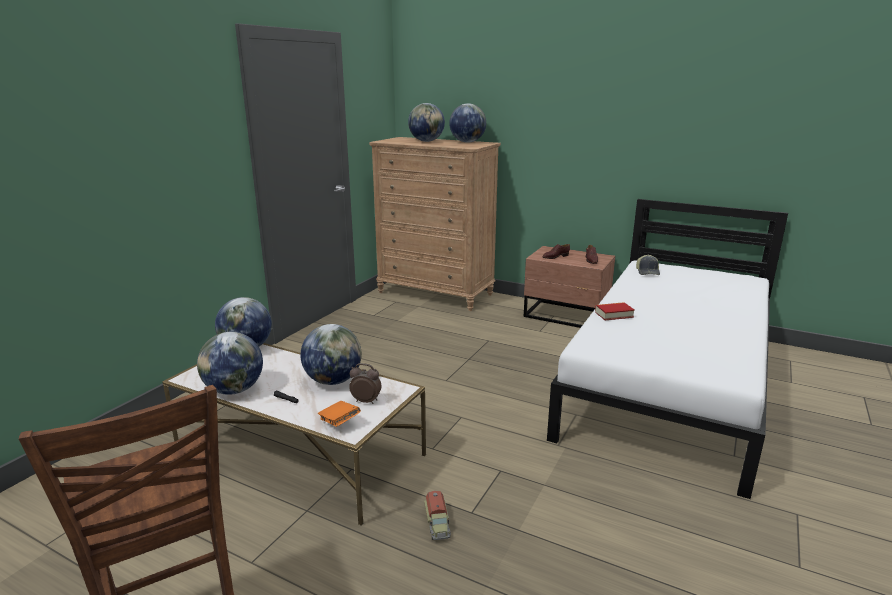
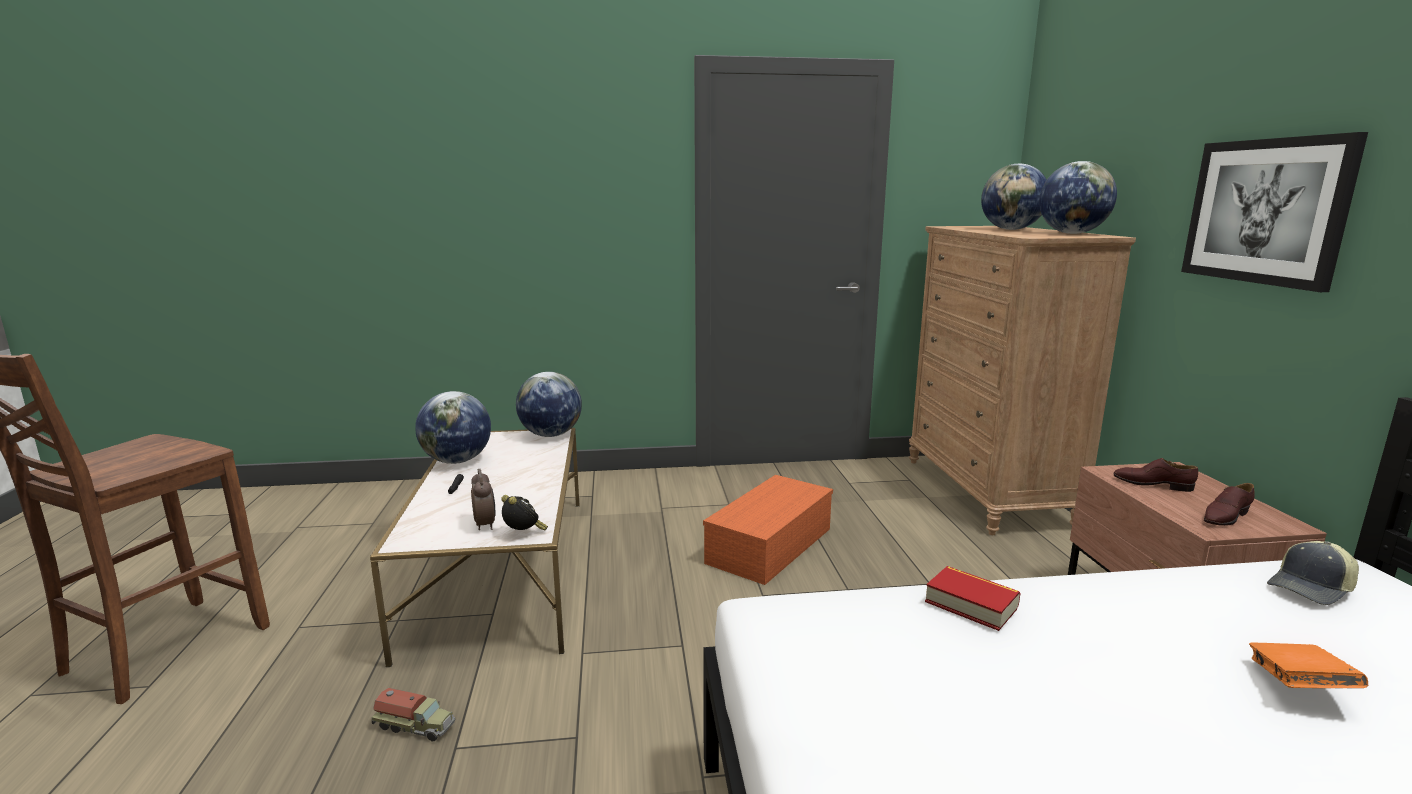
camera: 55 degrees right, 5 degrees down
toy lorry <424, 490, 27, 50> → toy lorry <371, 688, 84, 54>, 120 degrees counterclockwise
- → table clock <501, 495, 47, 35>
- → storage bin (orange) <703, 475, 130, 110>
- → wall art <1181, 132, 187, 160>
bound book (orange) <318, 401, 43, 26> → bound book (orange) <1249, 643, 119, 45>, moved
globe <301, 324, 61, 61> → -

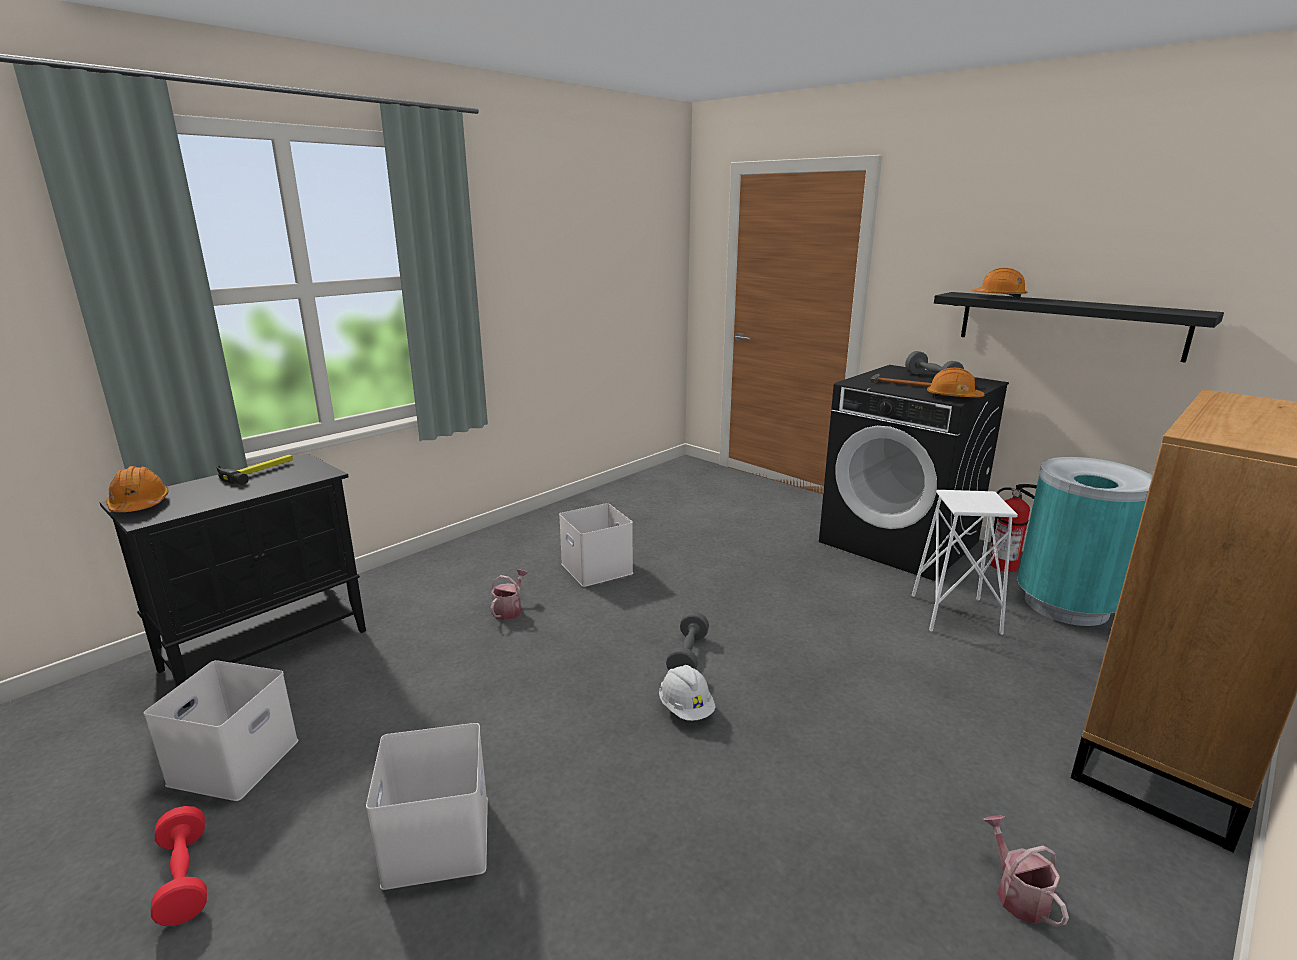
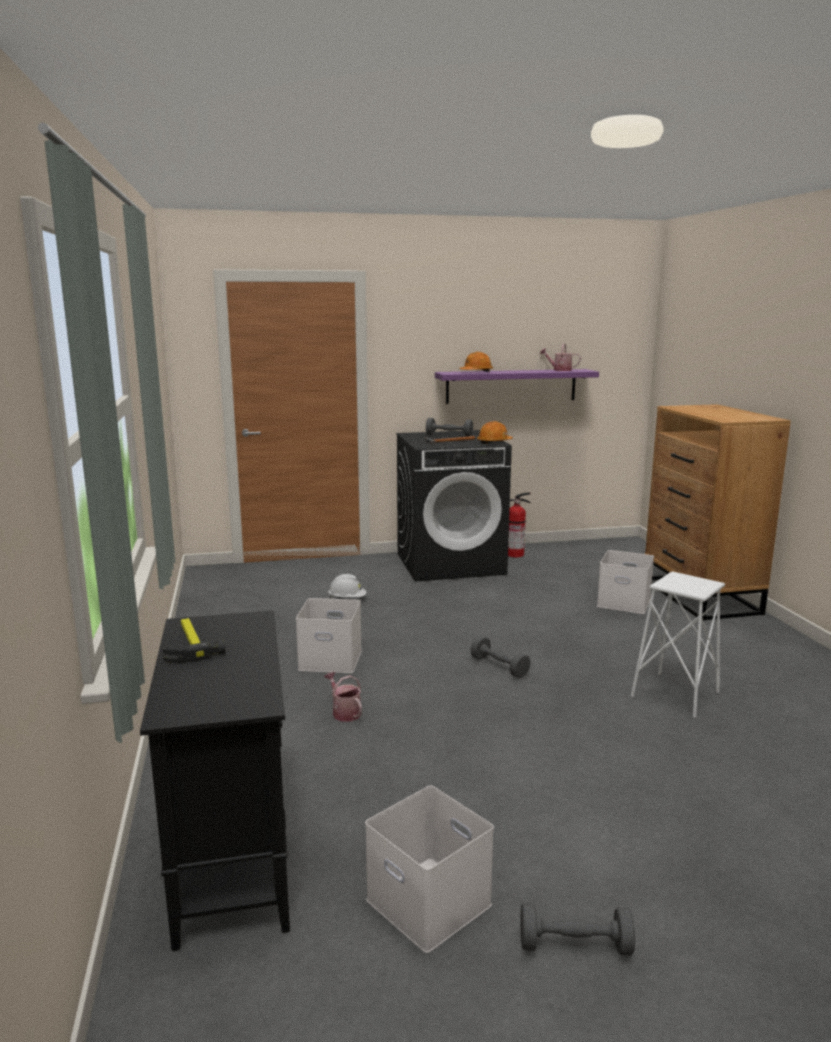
camera: 55 degrees left, 5 degrees down
hard hat (white) <659, 665, 57, 56> → hard hat (white) <327, 574, 39, 25>, moved
wall shelf (black) <934, 292, 290, 71> → wall shelf (purplish) <435, 369, 164, 35>
dumbbell (red) <151, 806, 56, 120> → dumbbell (greyish) <520, 903, 115, 53>
sprinkling can <983, 815, 86, 112> → sprinkling can <539, 343, 42, 28>, moved
storage bin (white) <366, 723, 122, 167> → storage bin (white) <597, 550, 57, 64>, moved
stool (white) <912, 490, 106, 145> → stool (white) <631, 571, 94, 147>, moved
hard hat (orange) <106, 466, 63, 46> → -
trash can (turquoise-coloured) <1017, 457, 135, 169> → -

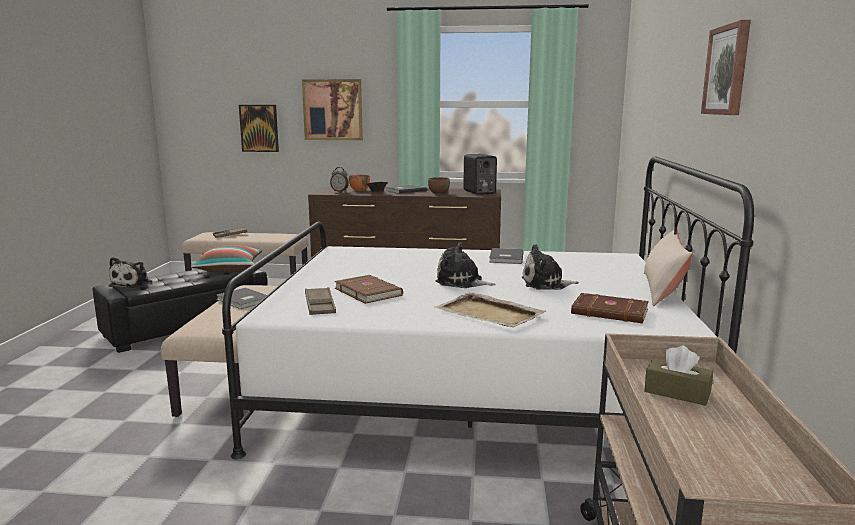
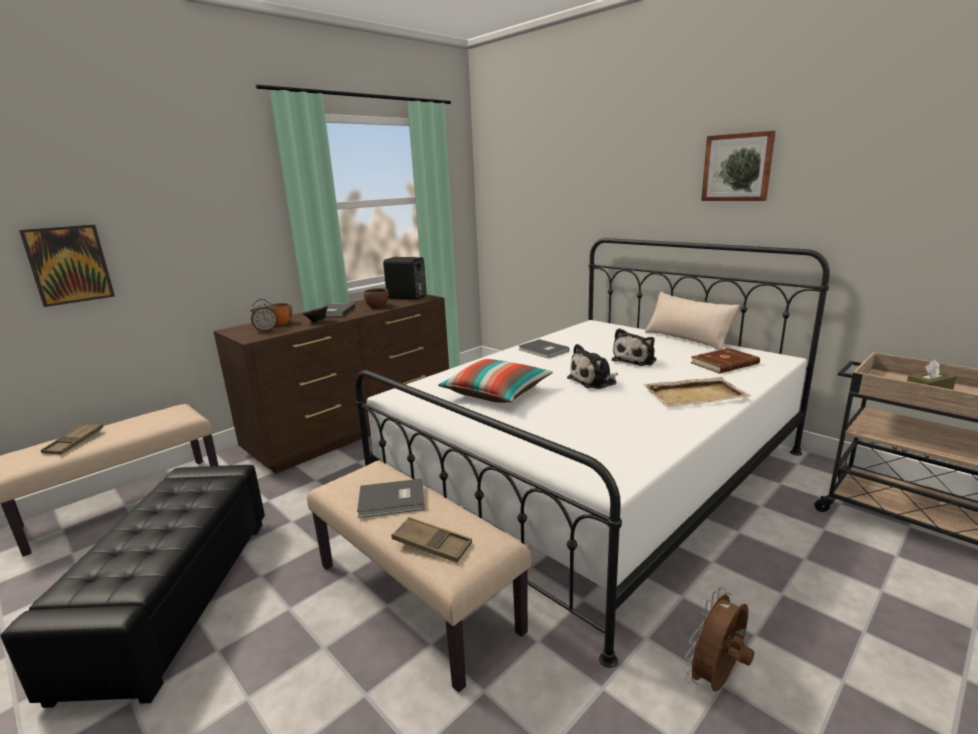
camera: 50 degrees left, 5 degrees up
tray (brownish) <305, 287, 31, 28> → tray (brownish) <392, 517, 80, 46>, moved
cushion <191, 245, 71, 28> → cushion <438, 359, 115, 44>, moved
- → electric fan (brownish) <684, 587, 70, 105>
plush toy <109, 257, 43, 31> → -
wall art <302, 79, 61, 61> → -
bound book (brownish) <334, 275, 69, 29> → -

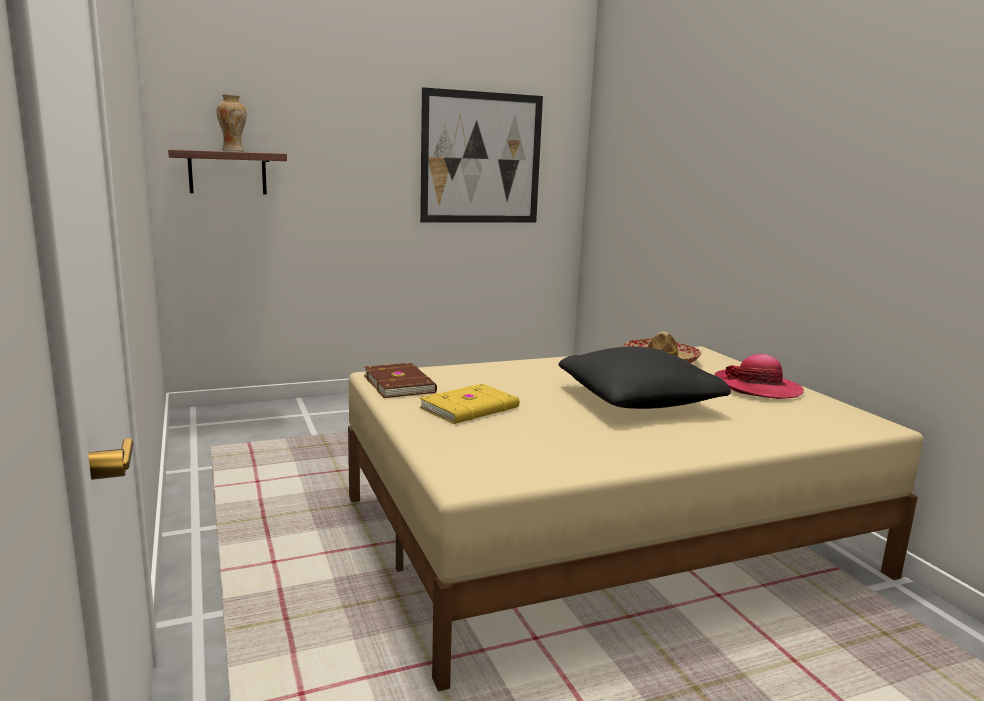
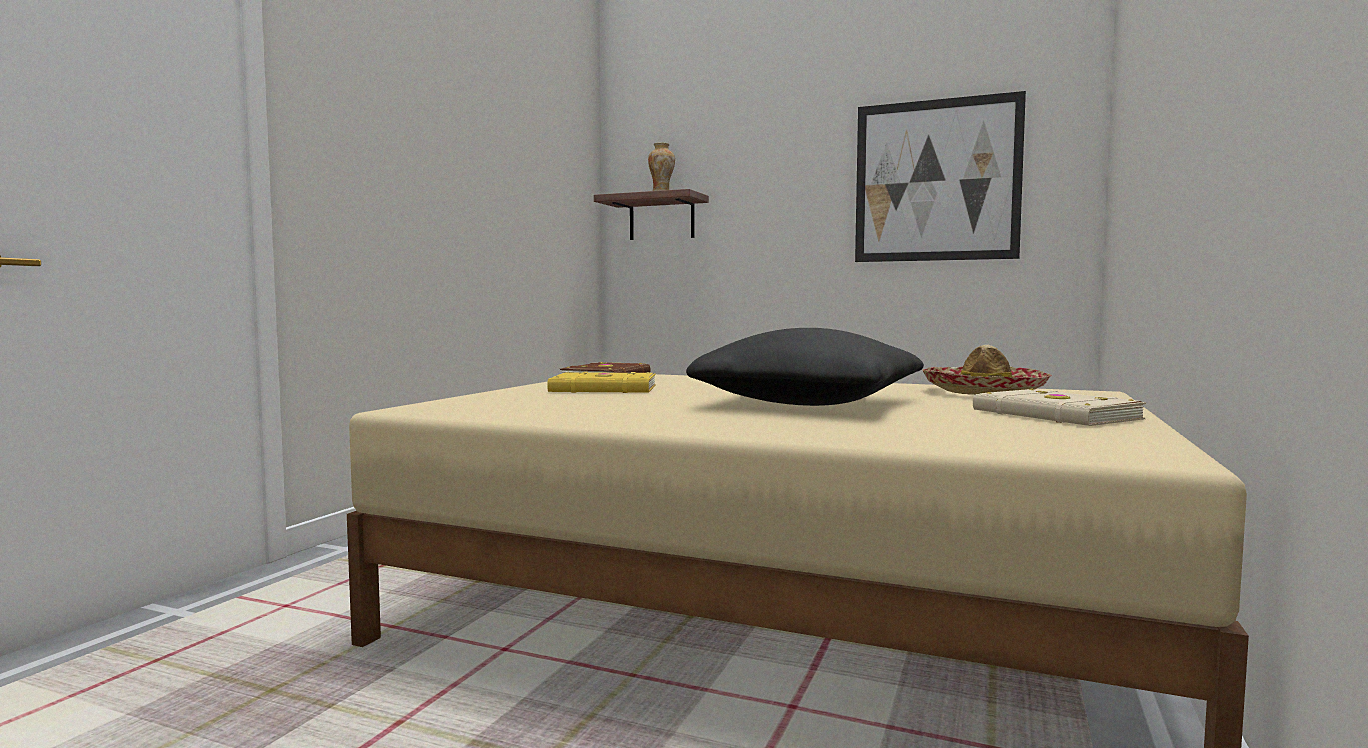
camera: 45 degrees right, 10 degrees down
clothing hat <714, 354, 90, 45> → bound book (sand-coloured) <973, 388, 173, 38>

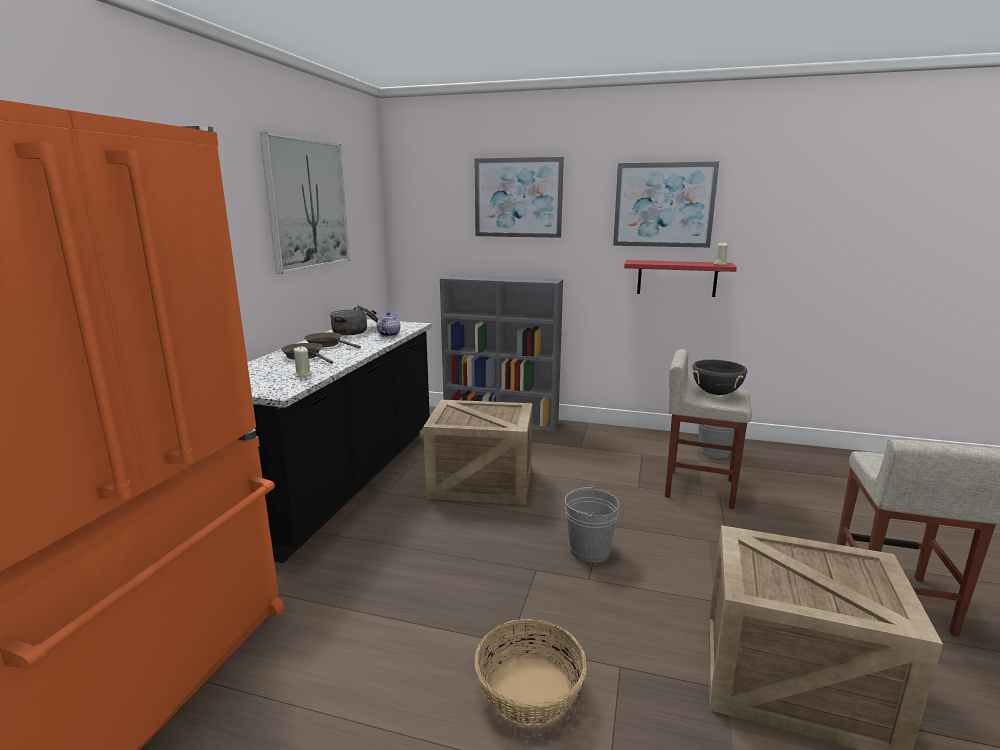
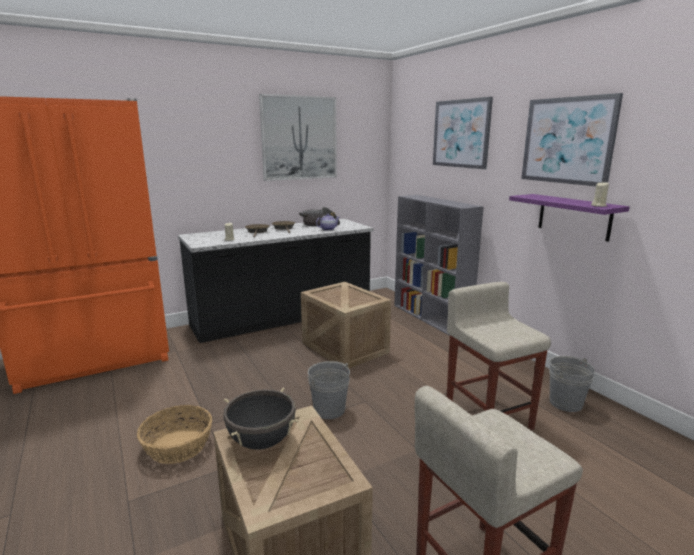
camera: 45 degrees right, 0 degrees up
cooking pot (black) <692, 359, 55, 36> → cooking pot (black) <223, 388, 75, 62>, moved
wall shelf (red) <624, 260, 113, 37> → wall shelf (purplish) <509, 194, 121, 48>

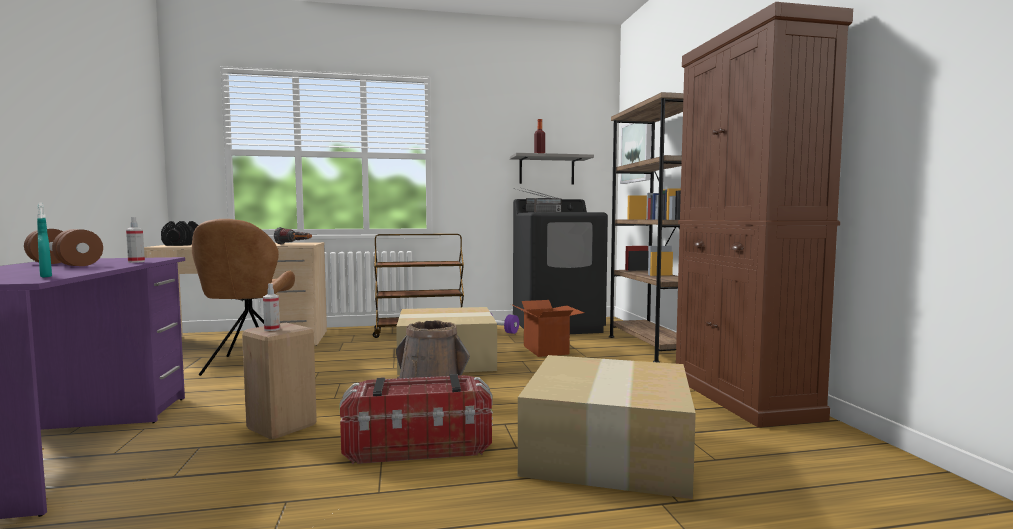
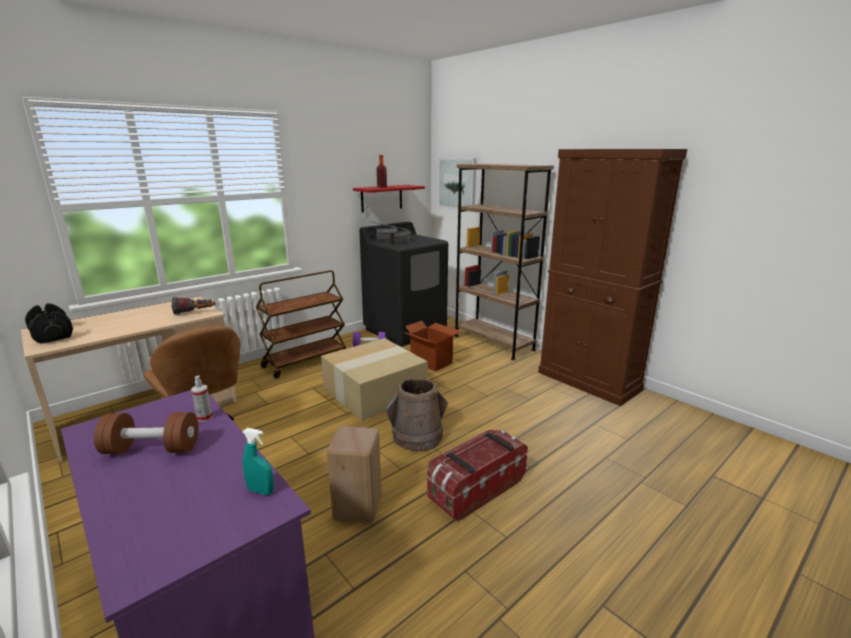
camera: 30 degrees left, 15 degrees up
wall shelf (greyish) <510, 153, 84, 31> → wall shelf (red) <353, 185, 72, 27>
spray bottle <263, 283, 17, 48> → -
cardboard box <518, 355, 178, 144> → -

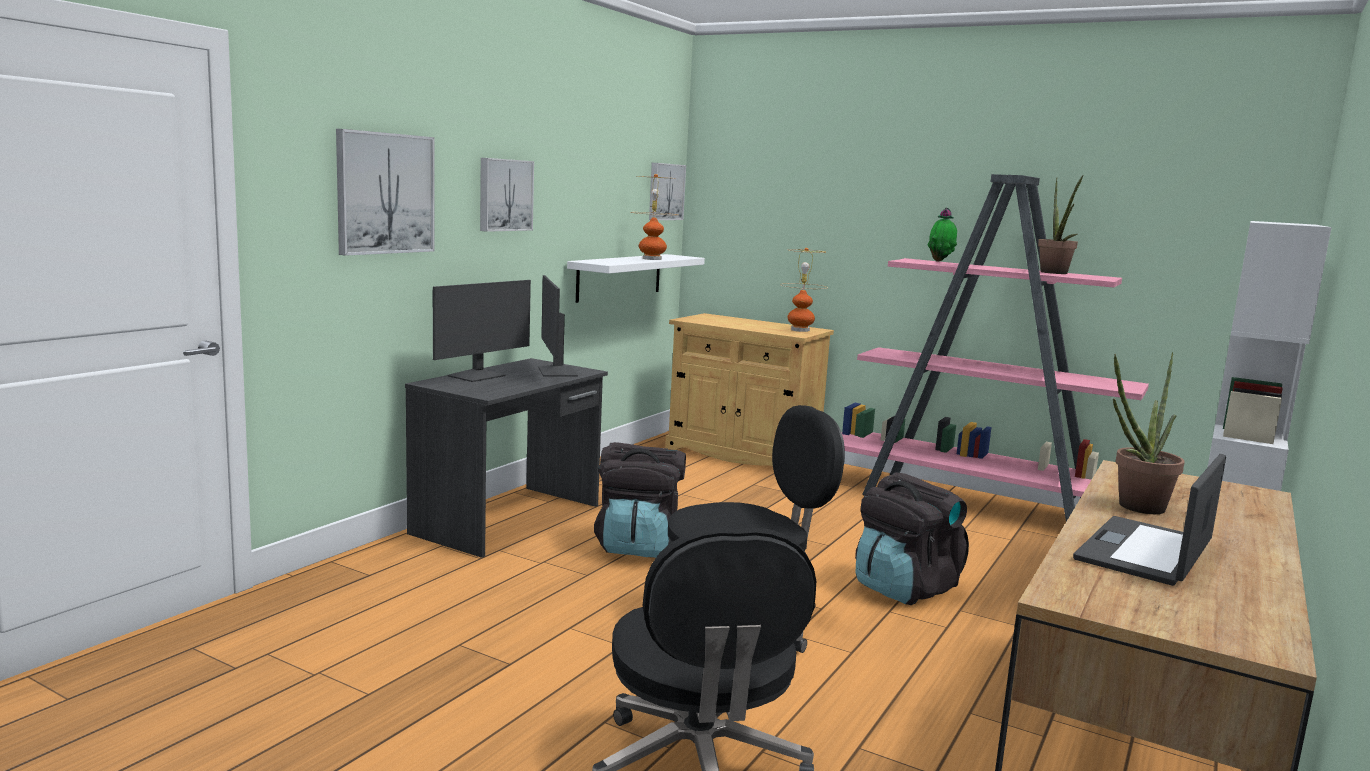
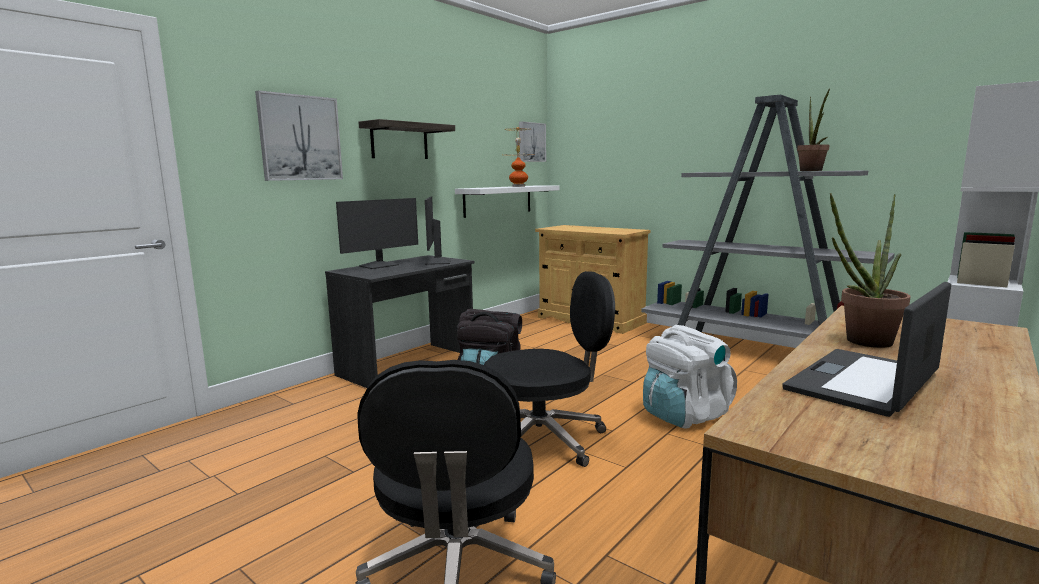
camera: 10 degrees right, 0 degrees up
wall art <480, 158, 54, 74> → wall shelf <358, 119, 97, 40>
shelving unit (pinkish) <841, 174, 308, 348> → shelving unit (greyish) <641, 95, 254, 243>
knapsack (black) <855, 472, 114, 133> → knapsack (white) <643, 325, 94, 104>
tabletop lamp <780, 248, 48, 84> → -
potted plant <928, 207, 29, 55> → -

